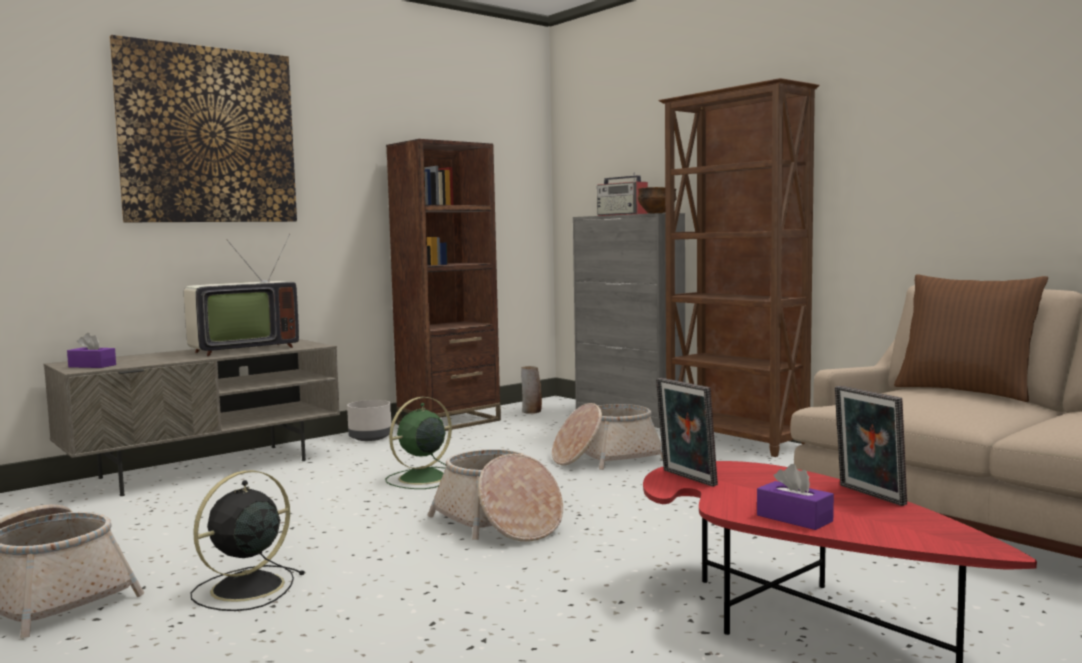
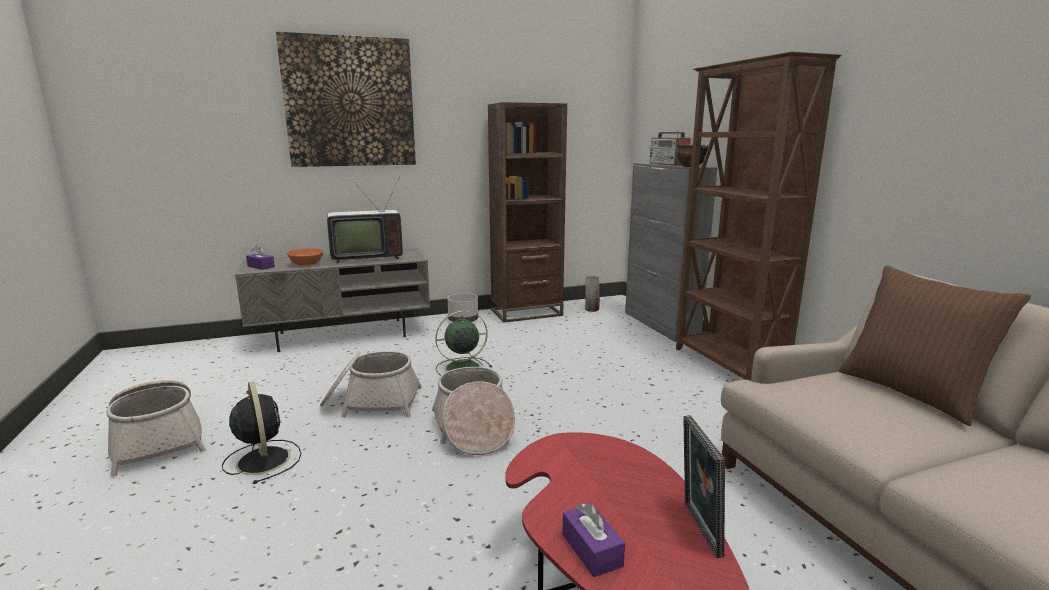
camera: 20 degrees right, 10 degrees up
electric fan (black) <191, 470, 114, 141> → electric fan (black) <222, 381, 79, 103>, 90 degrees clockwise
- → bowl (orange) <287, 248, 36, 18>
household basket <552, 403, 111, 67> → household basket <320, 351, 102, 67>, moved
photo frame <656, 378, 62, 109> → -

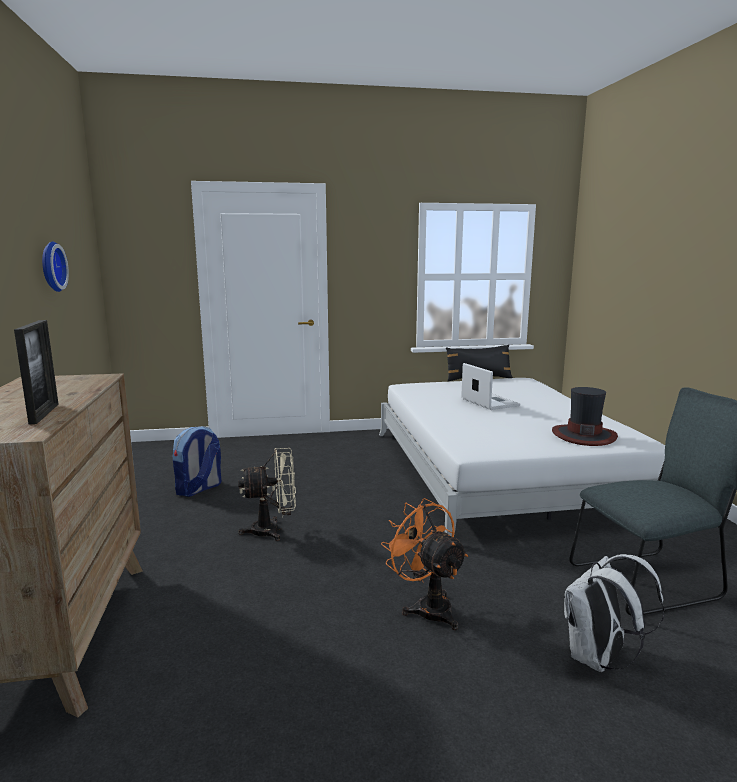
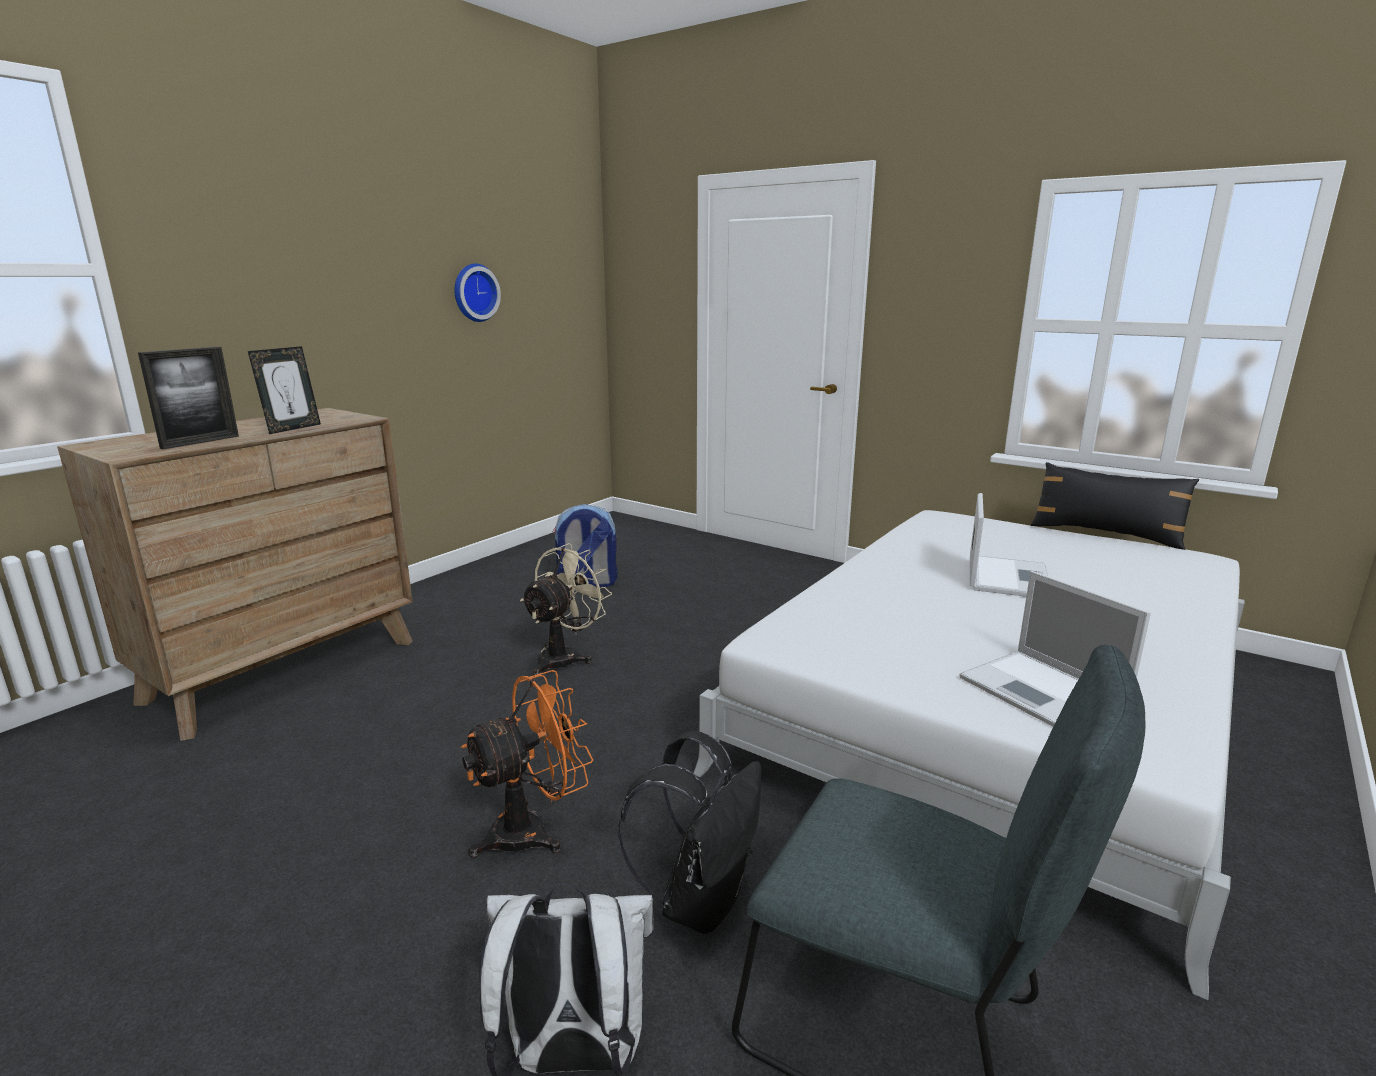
camera: 45 degrees right, 5 degrees up
- → photo frame <248, 346, 73, 88>
electric fan (orange) <381, 498, 87, 132> → electric fan (orange) <461, 670, 132, 188>, 45 degrees clockwise
electric fan (sand-coloured) <238, 448, 58, 93> → electric fan (sand-coloured) <520, 543, 92, 132>, 90 degrees counterclockwise
- → knapsack (black) <618, 731, 143, 203>
clothing hat <552, 387, 66, 59> → notebook computer <960, 571, 191, 155>

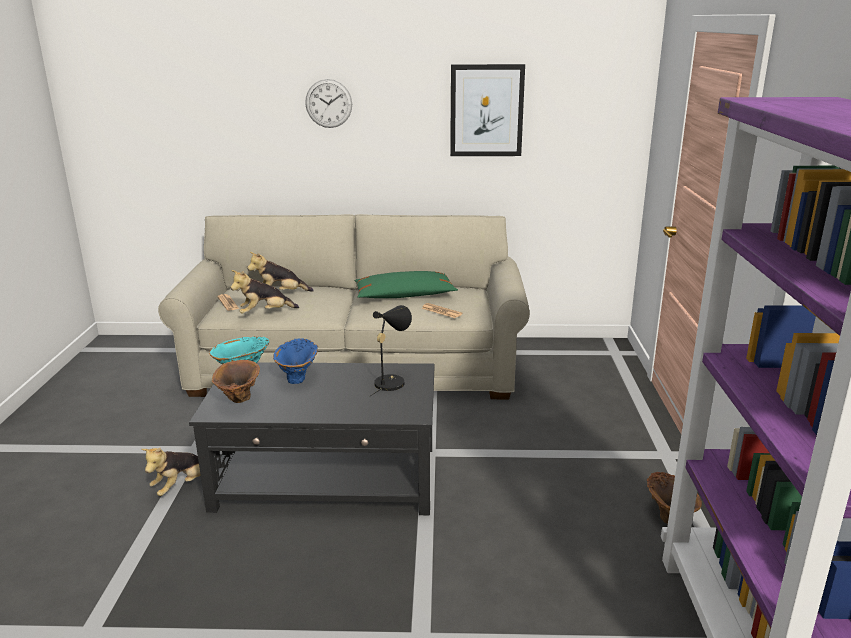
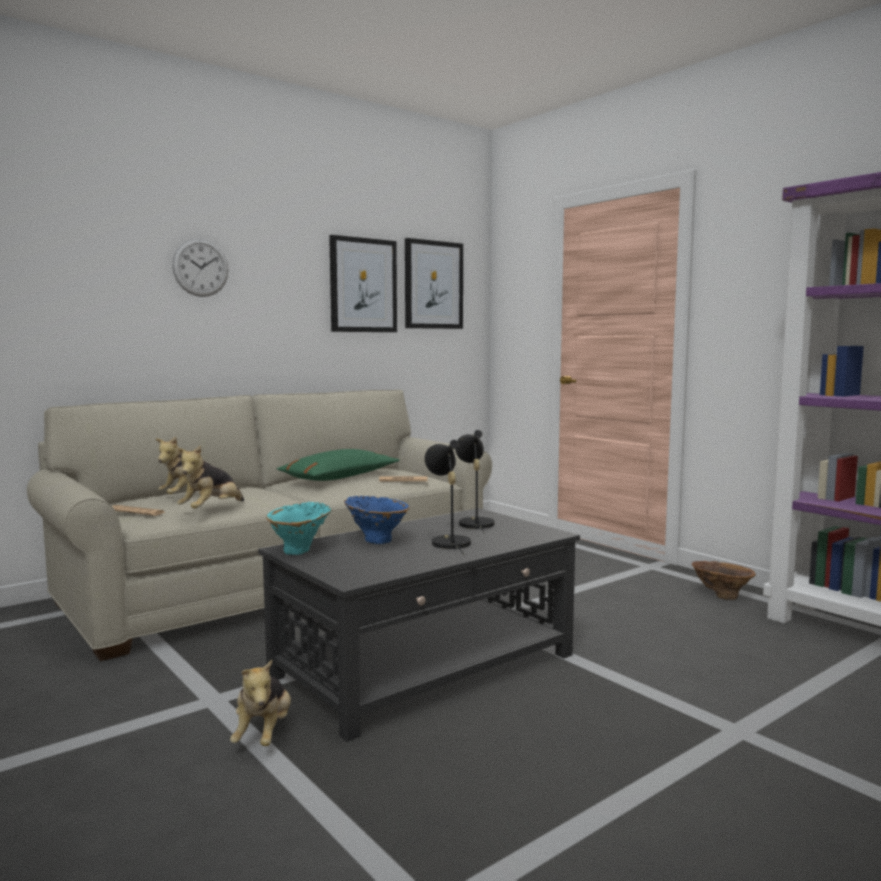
camera: 40 degrees left, 15 degrees down
- → wall art <405, 238, 58, 91>
- → tabletop lamp (black) <425, 440, 46, 114>
decorative vase (brownish) <212, 360, 48, 43> → -

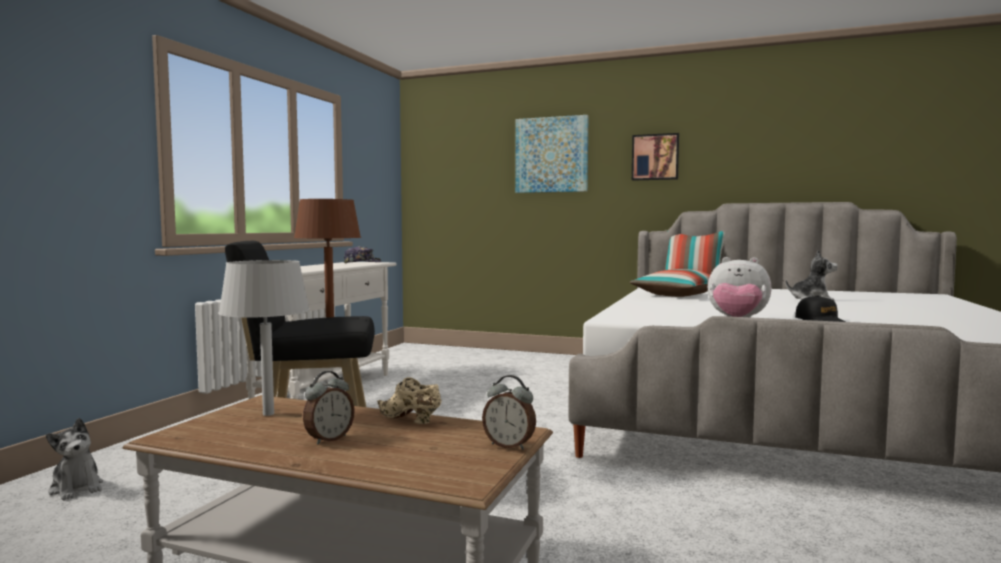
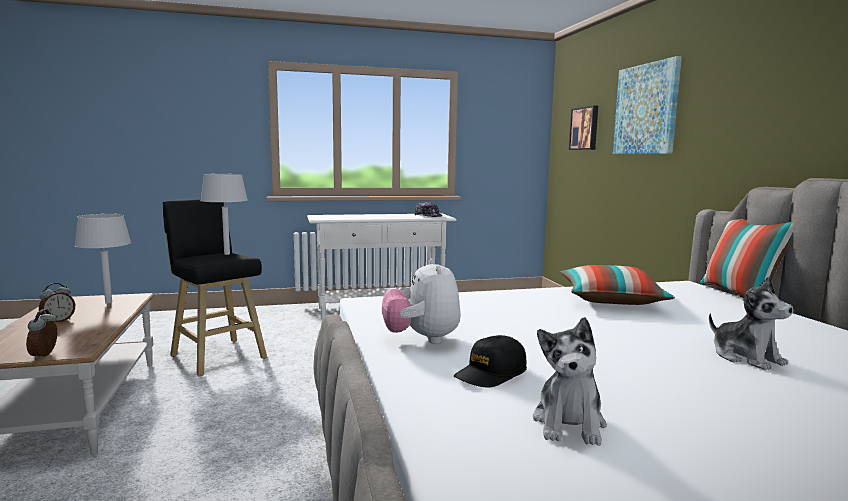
camera: 55 degrees right, 5 degrees up
table clock <303, 371, 52, 74> → table clock <39, 283, 36, 39>, 60 degrees counterclockwise
tabletop lamp (brownish) <294, 199, 67, 119> → tabletop lamp (greyish) <201, 174, 47, 81>
plush toy <46, 418, 57, 82> → plush toy <533, 317, 74, 129>, moved
wall art <632, 133, 47, 48> → wall art <569, 105, 29, 45>, moved
low shoe (sand-coloured) <377, 377, 64, 47> → -

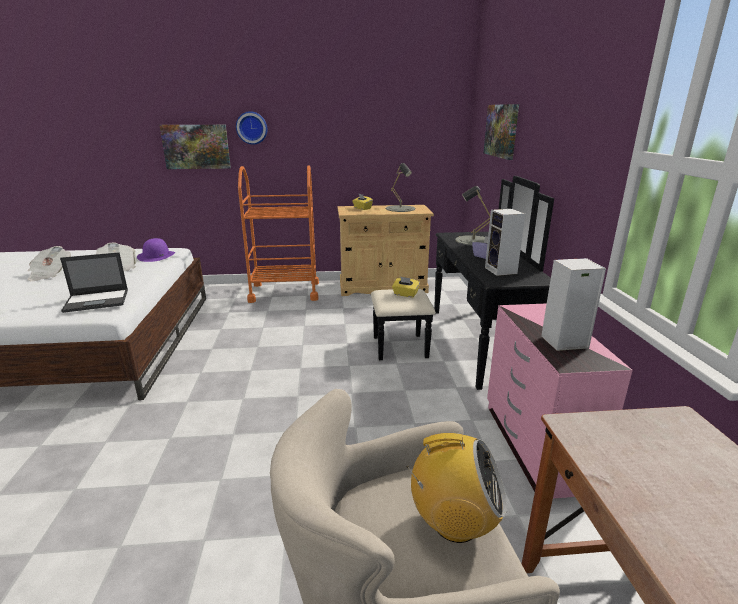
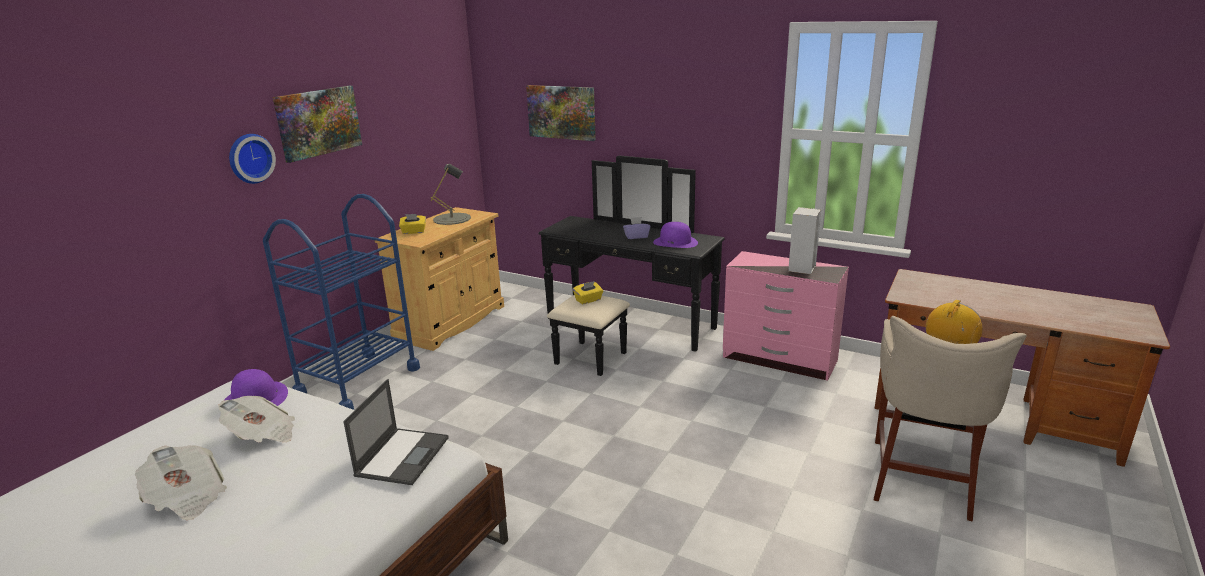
camera: 55 degrees left, 0 degrees up
trolley (orange) <238, 165, 81, 138> → trolley (blue) <263, 194, 157, 216>
wall art <159, 125, 72, 44> → wall art <273, 86, 89, 77>, moved
audio speaker <485, 209, 40, 67> → clothing hat (purplish) <653, 222, 45, 26>
tabletop lamp (greyish) <455, 186, 35, 60> → -

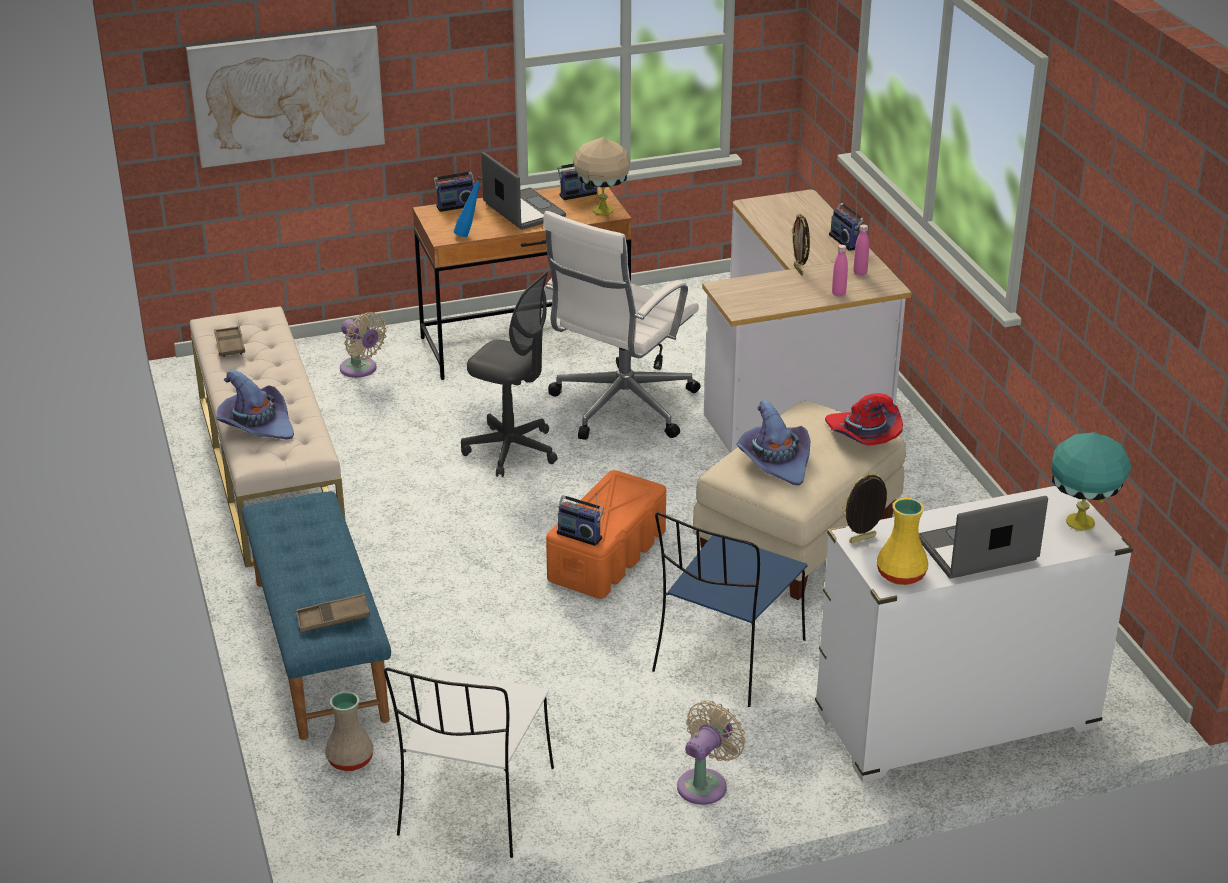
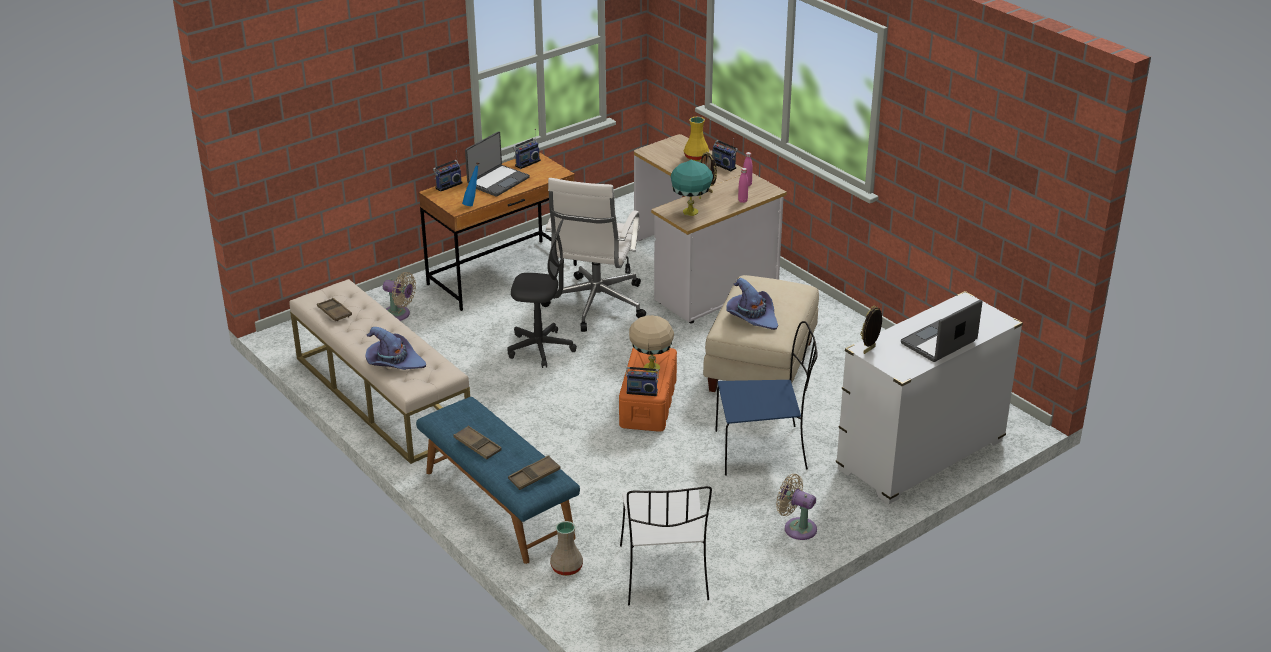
camera: 20 degrees left, 0 degrees up
- → tray (brownish) <453, 426, 49, 34>
notebook computer <481, 152, 85, 78> → notebook computer <465, 131, 65, 66>, 90 degrees clockwise
tabletop lamp (sand-coloured) <573, 137, 57, 78> → tabletop lamp (sand-coloured) <629, 315, 45, 57>, moved
tabletop lamp (turquoise-coloured) <1051, 432, 80, 99> → tabletop lamp (turquoise-coloured) <671, 160, 42, 56>, moved
decorative vase (yellowish) <877, 498, 51, 87> → decorative vase (yellowish) <684, 117, 25, 44>, moved
upright chair (blue) <652, 512, 156, 195> → upright chair (blue) <715, 321, 103, 155>, 105 degrees counterclockwise
electric fan (sand-coloured) <677, 701, 69, 104> → electric fan (sand-coloured) <776, 474, 41, 66>, 75 degrees counterclockwise
wall art <186, 26, 199, 142> → -
clothing hat (red) <825, 393, 78, 53> → -

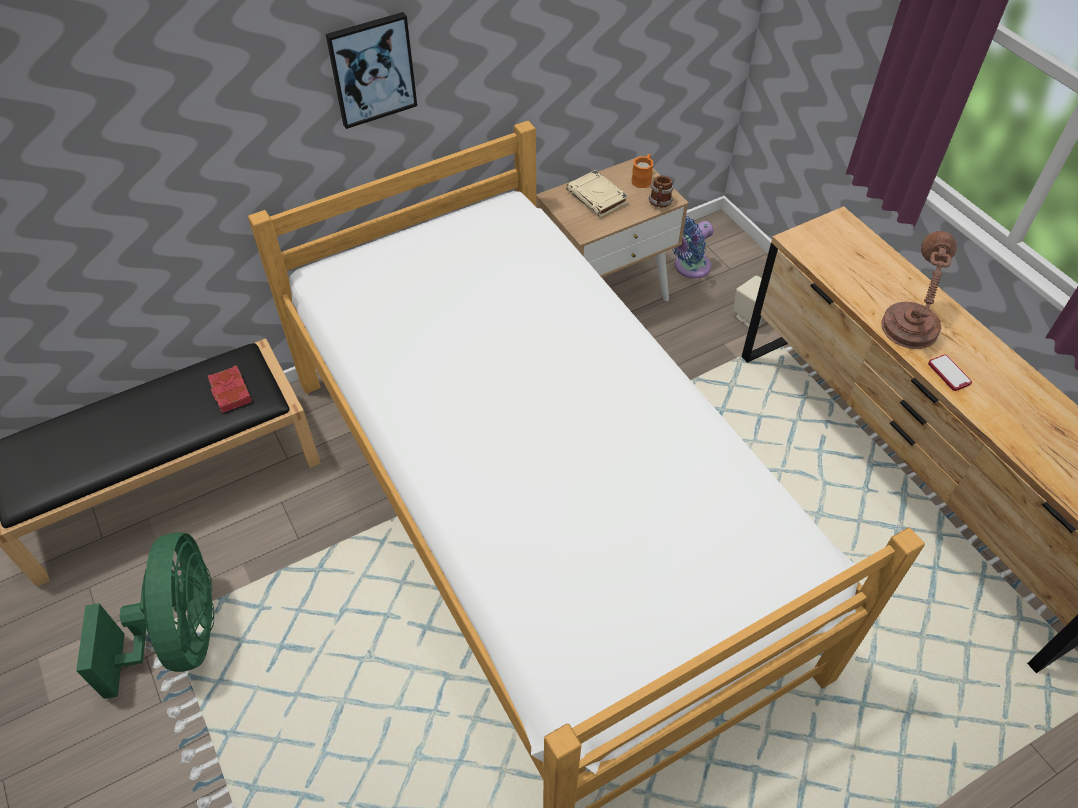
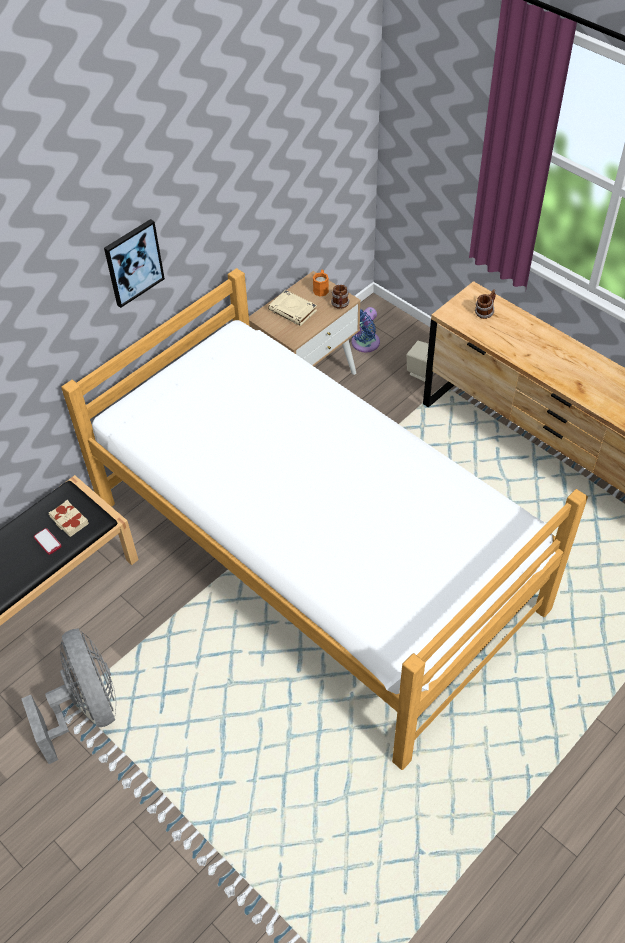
camera: 15 degrees left, 0 degrees up
electric fan (greenish) <76, 532, 139, 167> → electric fan (greyish) <21, 628, 95, 136>
handset <928, 355, 44, 36> → handset <34, 528, 28, 27>, moved
bound book (red) <208, 365, 44, 48> → bound book (sand-coloured) <49, 500, 40, 37>
- → mug <475, 289, 21, 30>
tabletop lamp (brownish) <881, 231, 76, 118> → -

